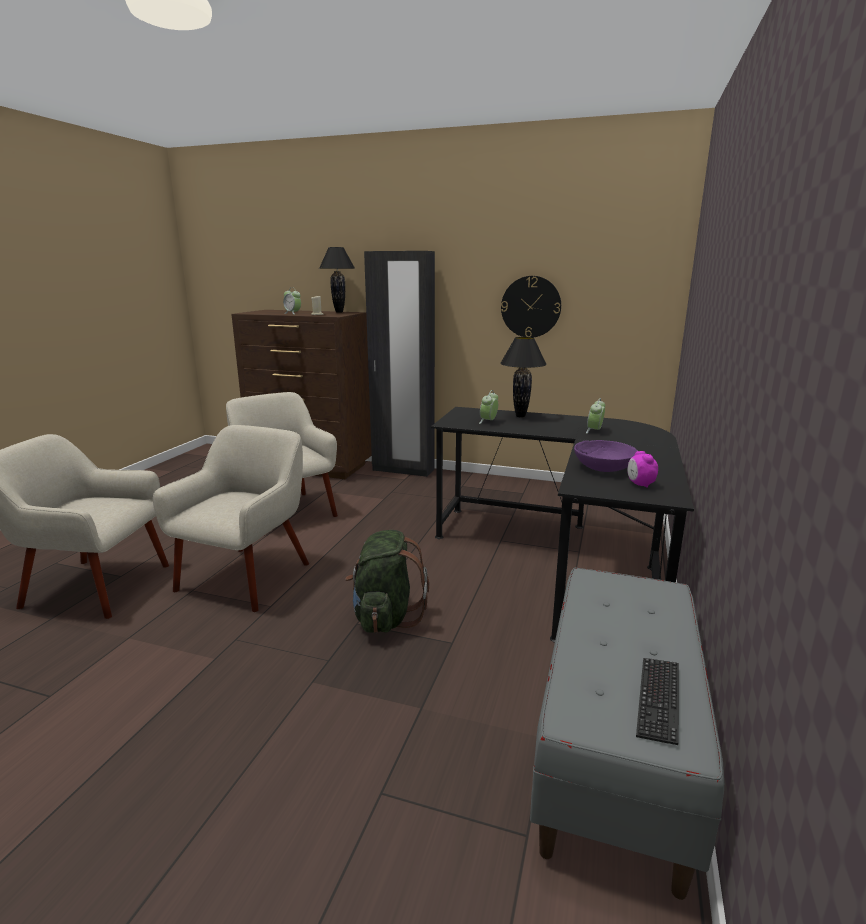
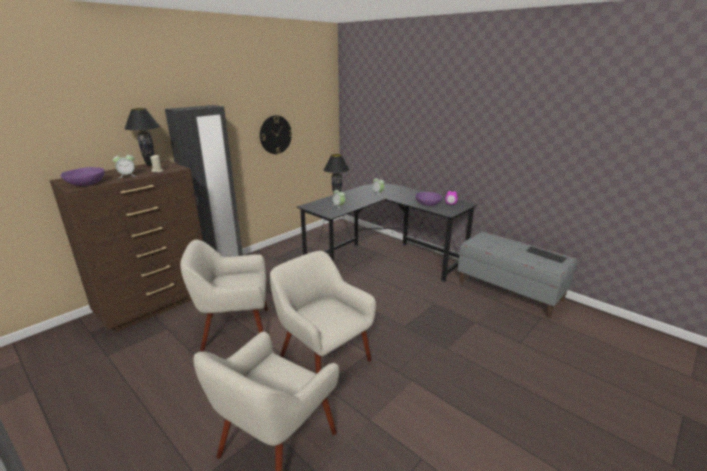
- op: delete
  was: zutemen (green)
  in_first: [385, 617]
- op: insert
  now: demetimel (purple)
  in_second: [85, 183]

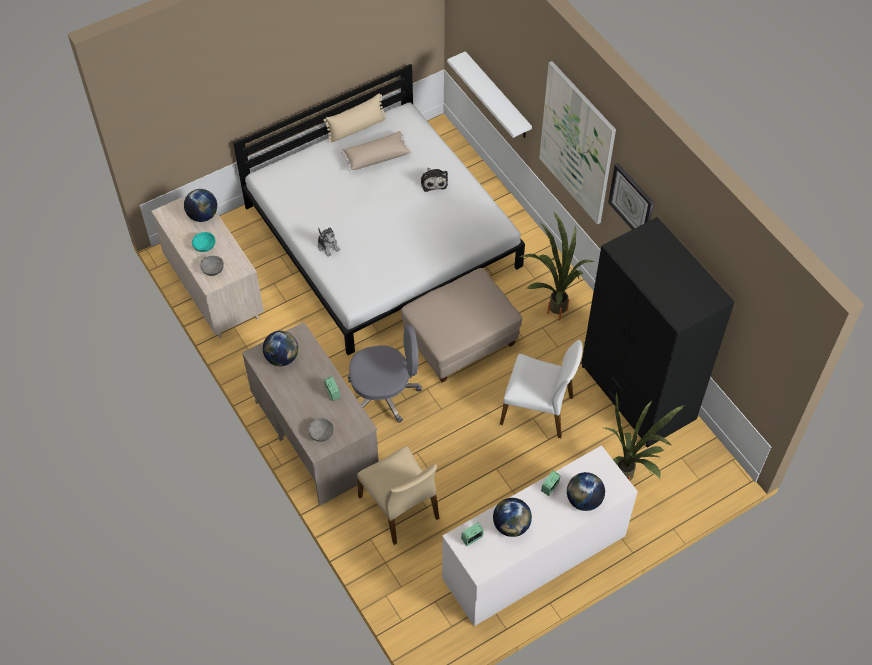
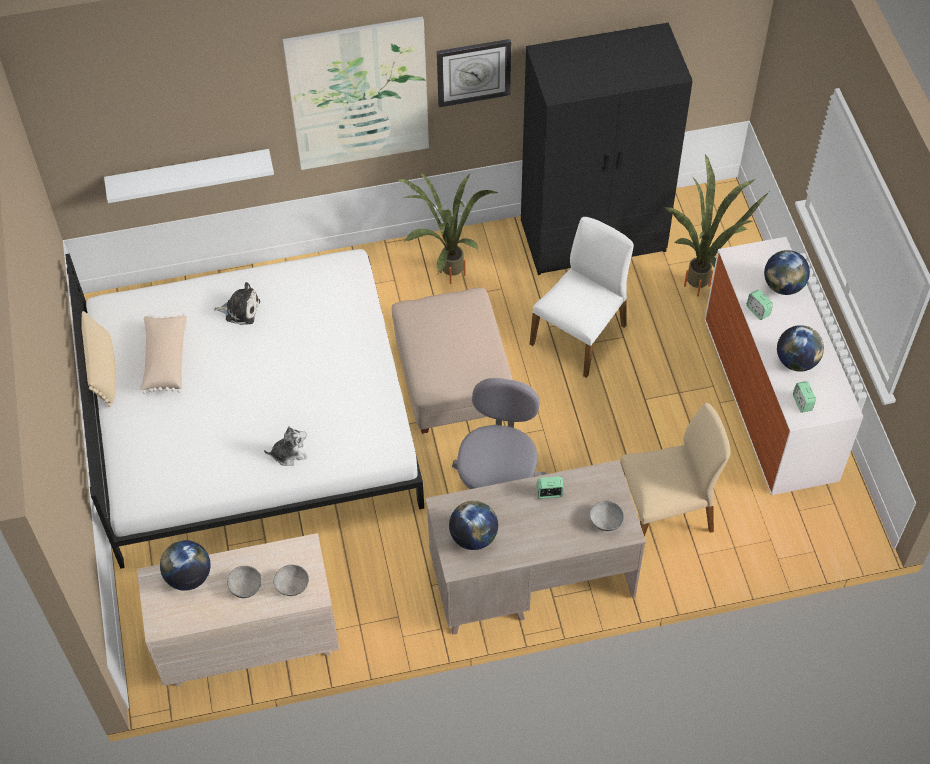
- op: recolor
  was: demetimel (turquoise)
  now: demetimel (grey)
  in_first: [204, 246]
  in_second: [245, 587]

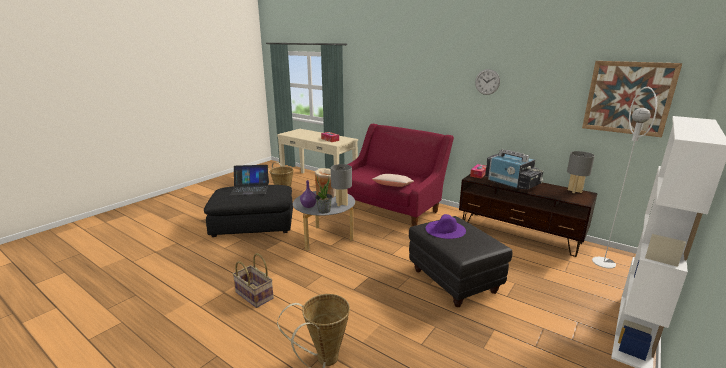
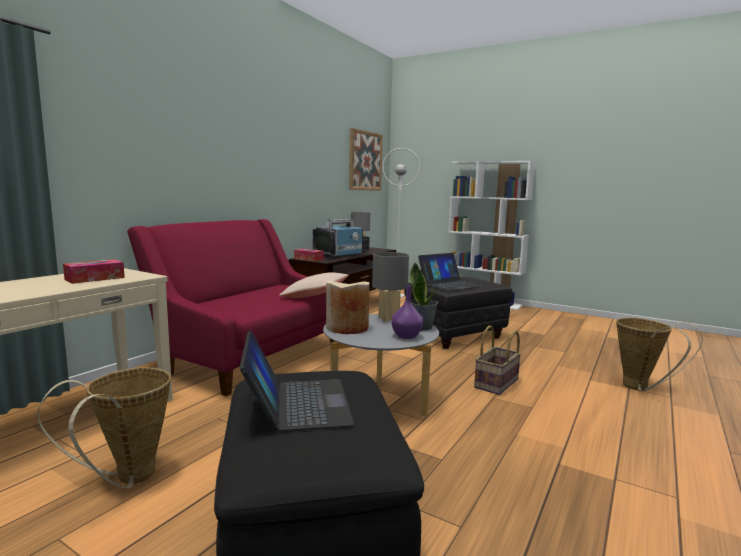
- op: move
  was: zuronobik
  in_first: [253, 295]
  in_second: [497, 384]
- op: replace
  was: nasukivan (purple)
  now: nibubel
  in_first: [445, 229]
  in_second: [449, 284]
- op: delete
  was: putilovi
  in_first: [487, 82]

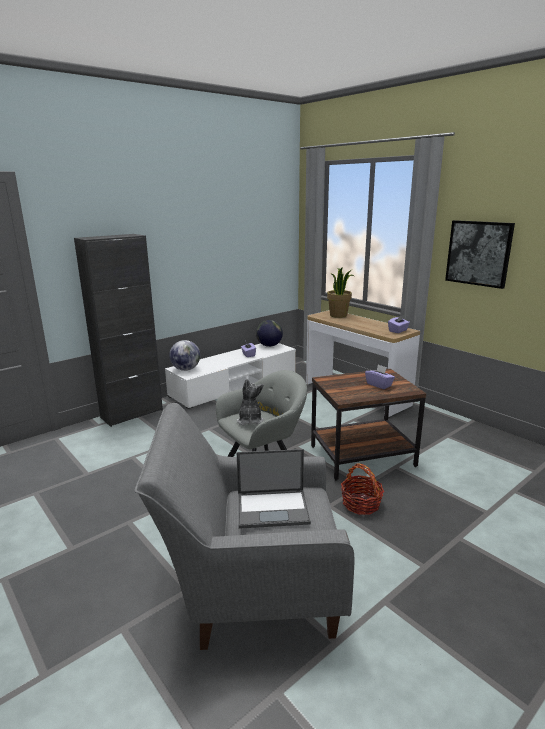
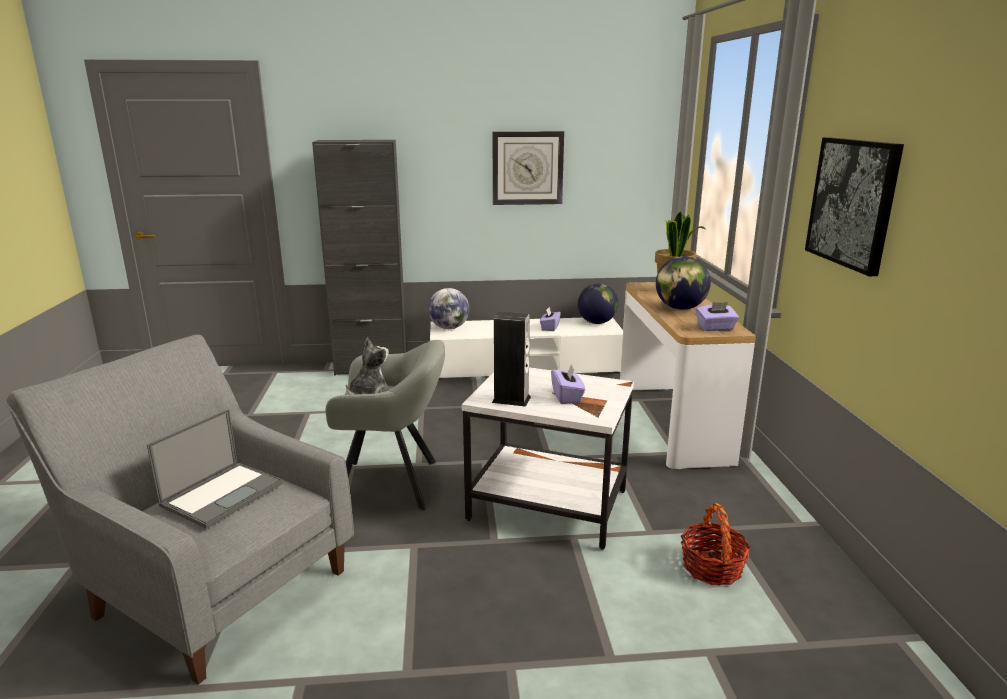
- op: rotate
  was: nibubel
  in_first: [273, 508]
  in_second: [223, 493]
  clockwise: -90
- op: recolor
  was: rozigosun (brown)
  now: rozigosun (white)
  in_first: [362, 457]
  in_second: [547, 506]
- op: move
  was: zuronobik
  in_first: [361, 504]
  in_second: [712, 567]
- op: insert
  now: putilovi
  in_second: [527, 168]
- op: insert
  now: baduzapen
  in_second: [511, 399]
- op: insert
  now: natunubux
  in_second: [680, 308]

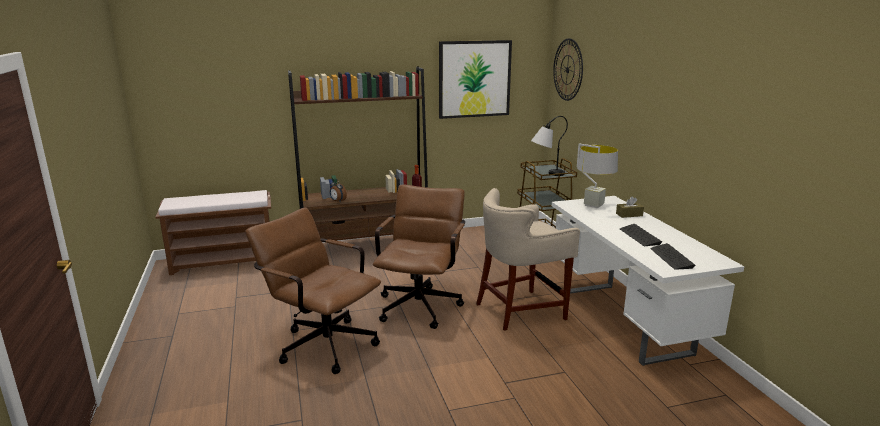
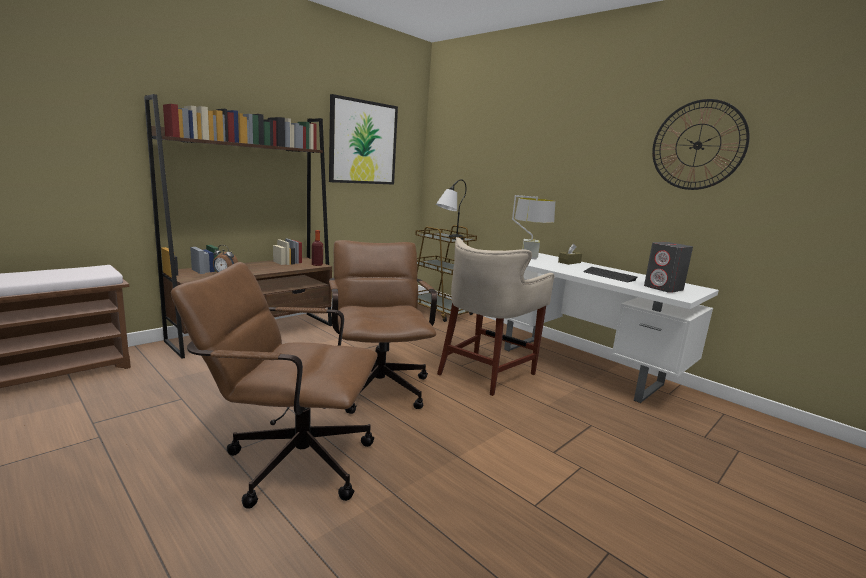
- op: move
  was: putilovi
  in_first: [567, 69]
  in_second: [697, 145]
- op: replace
  was: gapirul
  now: baduzapen (grey)
  in_first: [671, 258]
  in_second: [663, 288]

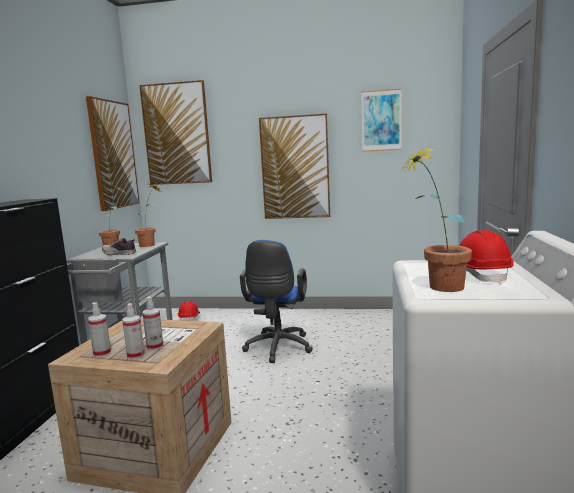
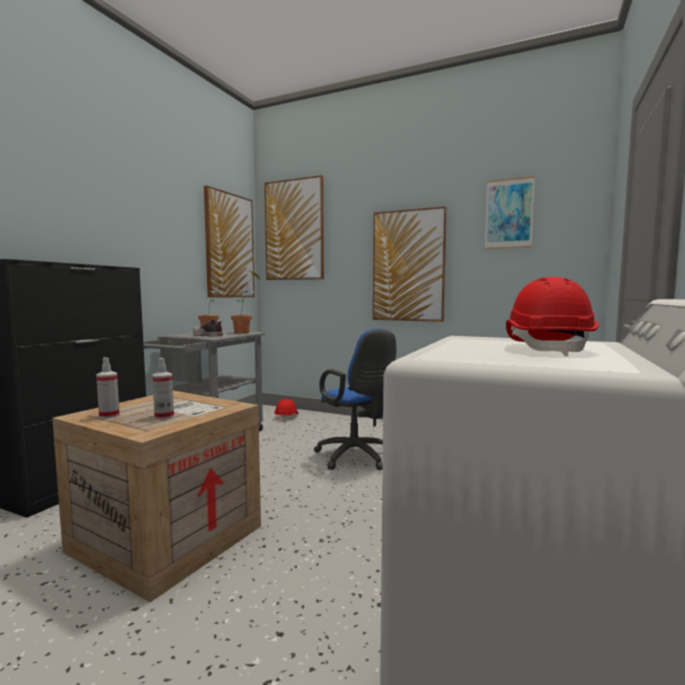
- op: delete
  was: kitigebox
  in_first: [135, 355]
- op: rotate
  was: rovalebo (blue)
  in_first: [277, 349]
  in_second: [357, 458]
  clockwise: -60
- op: delete
  was: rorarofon
  in_first: [437, 288]

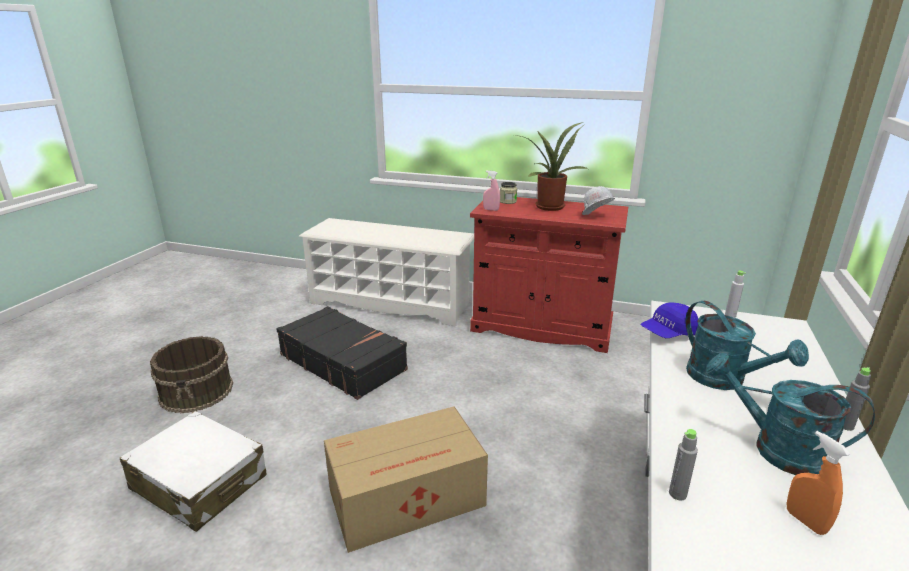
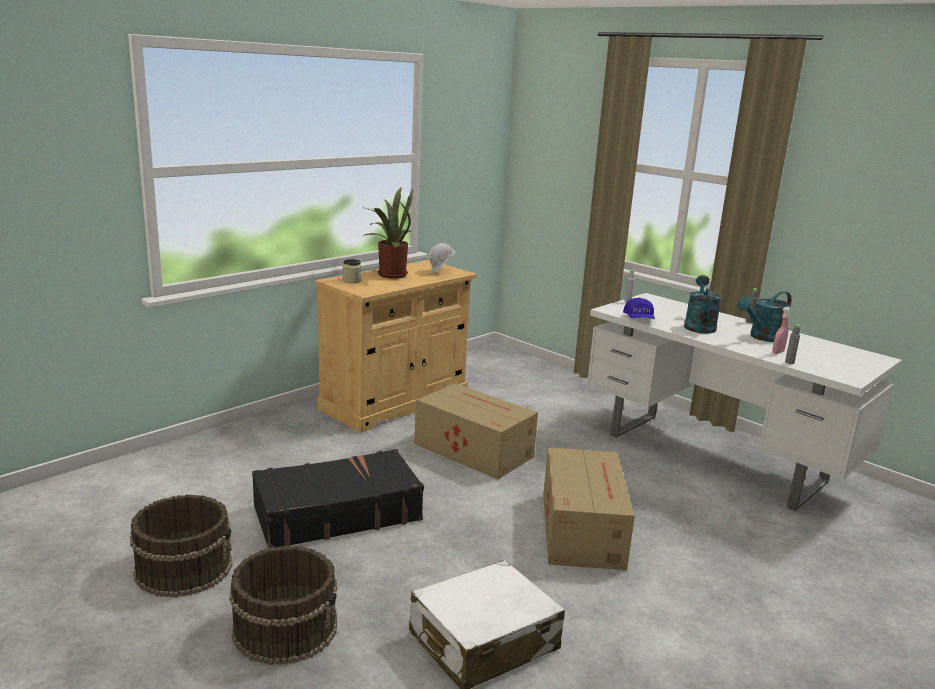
- op: delete
  was: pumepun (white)
  in_first: [391, 303]
- op: recolor
  was: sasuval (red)
  now: sasuval (beige)
  in_first: [542, 327]
  in_second: [395, 401]
- op: move
  was: kitigebox (pink)
  in_first: [491, 209]
  in_second: [778, 352]
- op: rotate
  was: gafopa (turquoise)
  in_first: [725, 380]
  in_second: [699, 326]
  clockwise: -75
- op: delete
  was: kitigebox (orange)
  in_first: [805, 521]
- op: insert
  now: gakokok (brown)
  in_second: [184, 567]
- op: insert
  now: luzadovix
  in_second: [472, 449]

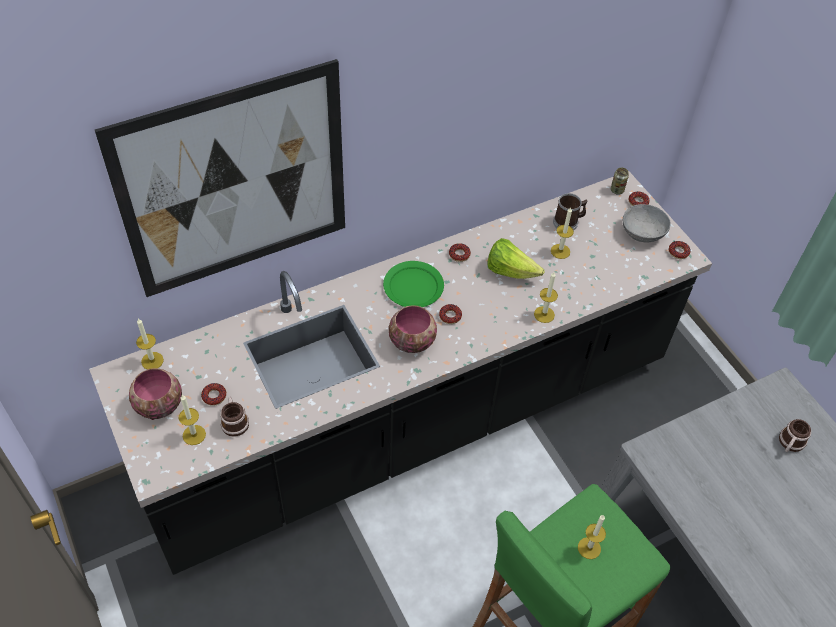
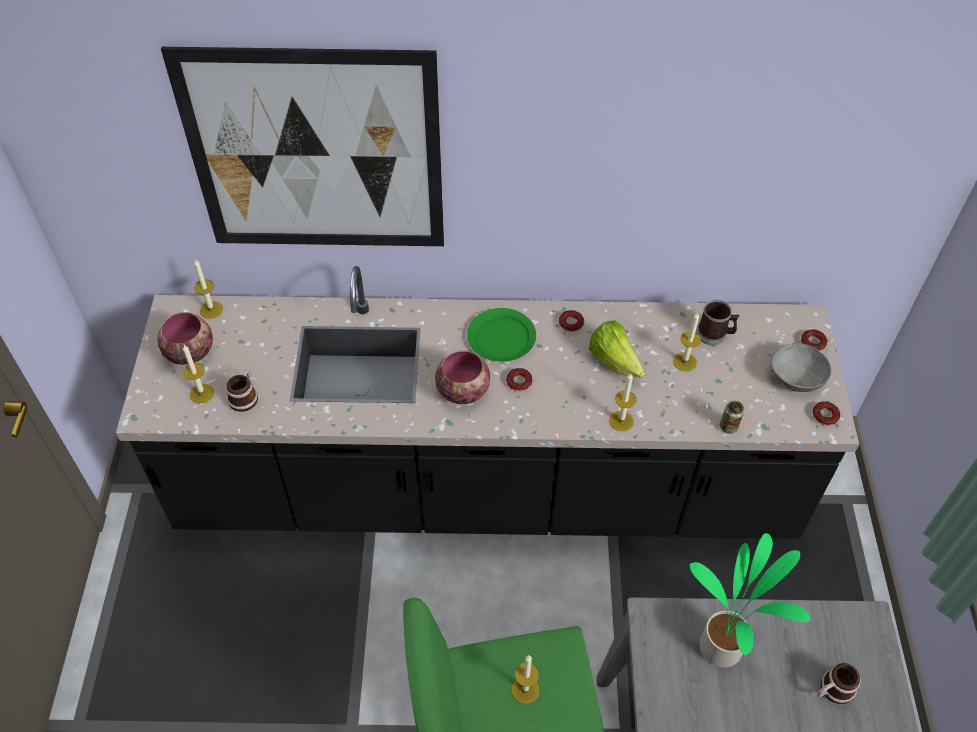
- op: delete
  was: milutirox
  in_first: [214, 396]
- op: move
  was: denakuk
  in_first: [617, 190]
  in_second: [728, 427]
- op: insert
  now: rorarofon
  in_second: [723, 647]

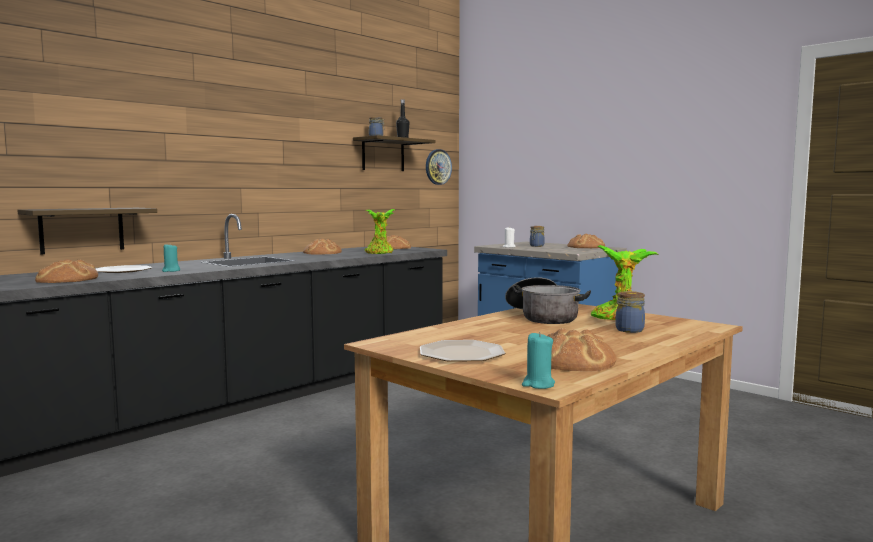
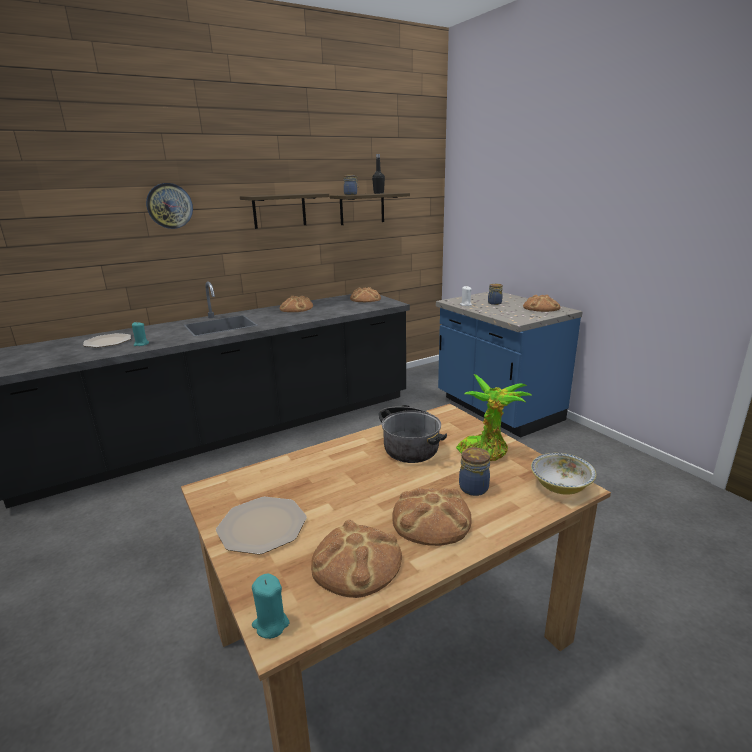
- op: move
  was: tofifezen
  in_first: [82, 230]
  in_second: [279, 210]
- op: move
  was: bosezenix
  in_first: [67, 279]
  in_second: [431, 519]
- op: delete
  was: rorarofon
  in_first: [380, 253]
- op: move
  was: putilovi
  in_first: [438, 167]
  in_second: [169, 206]
- op: insert
  now: demetimel
  in_second: [560, 486]

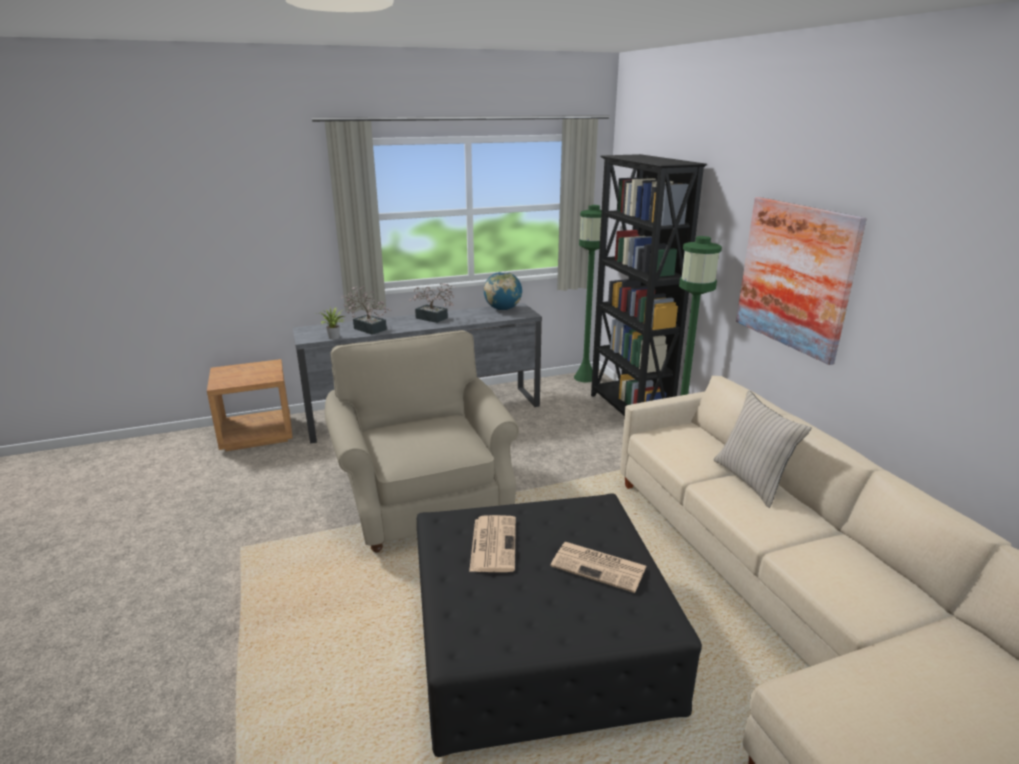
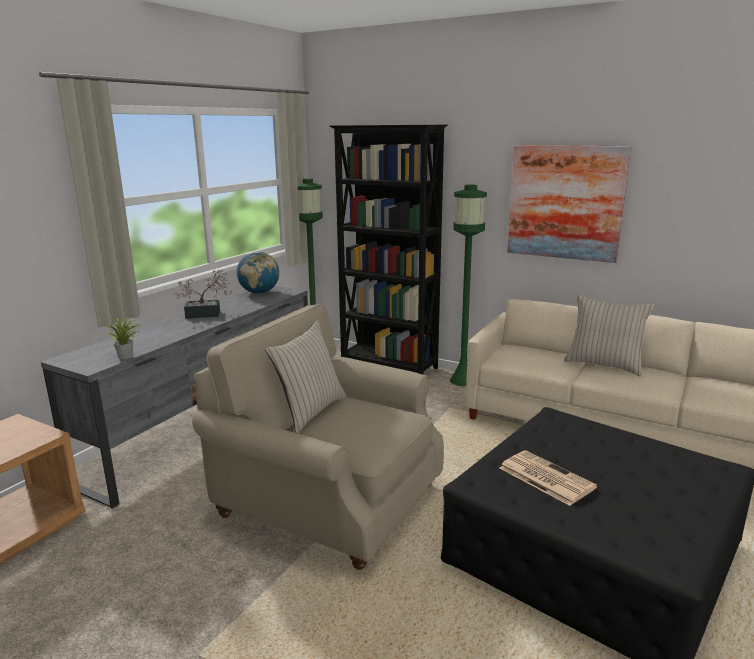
- op: delete
  was: rorarofon
  in_first: [368, 328]
- op: delete
  was: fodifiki
  in_first: [600, 567]
- op: insert
  now: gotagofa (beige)
  in_second: [310, 411]

